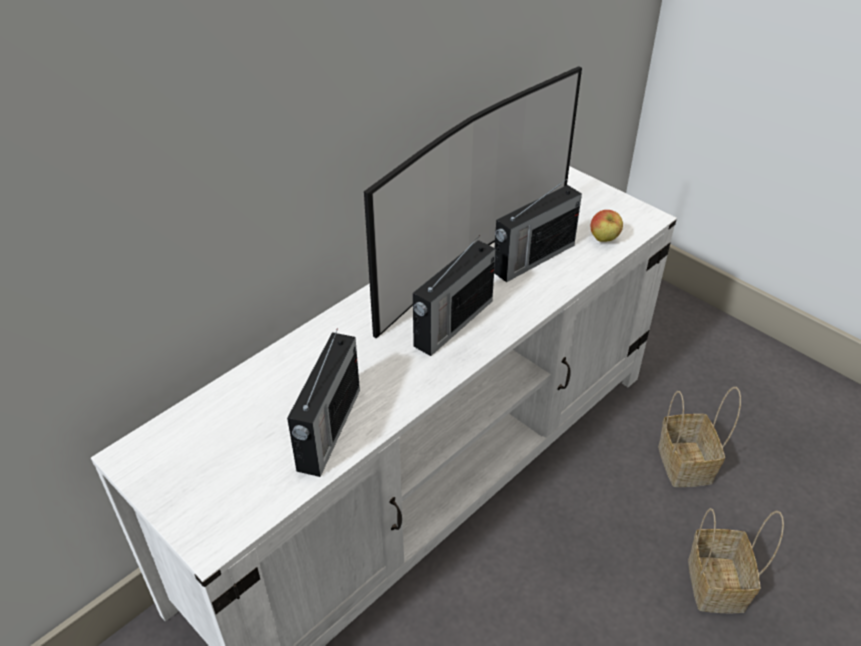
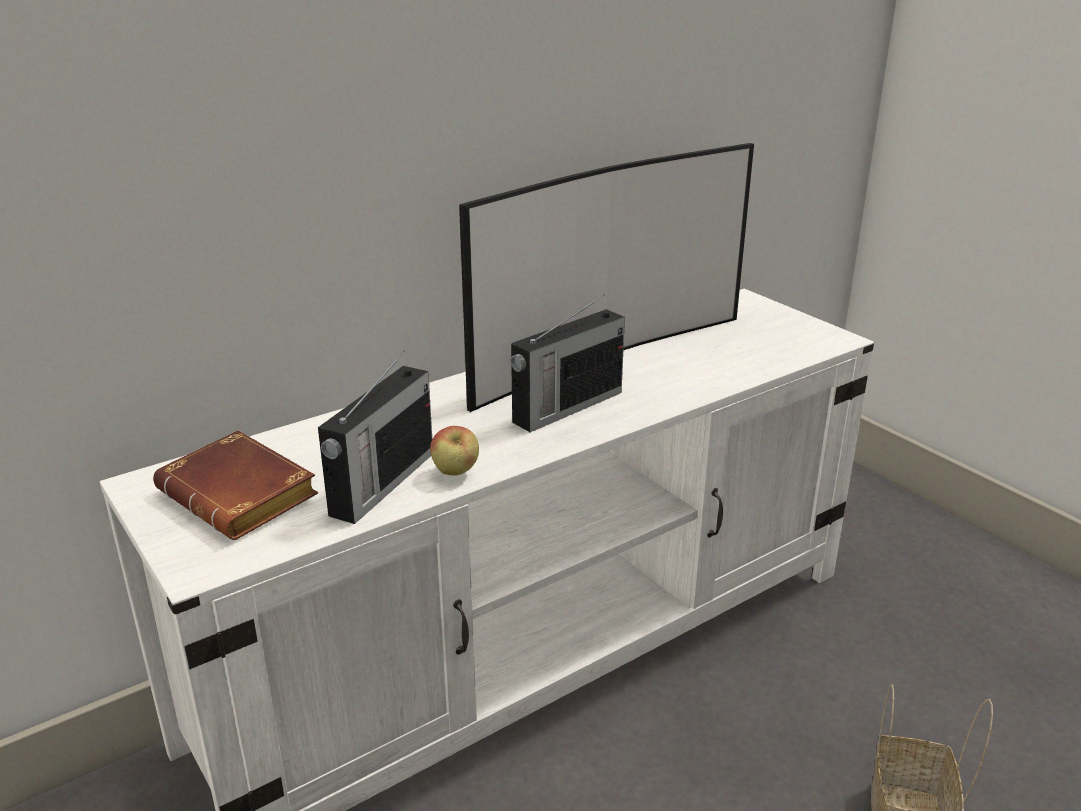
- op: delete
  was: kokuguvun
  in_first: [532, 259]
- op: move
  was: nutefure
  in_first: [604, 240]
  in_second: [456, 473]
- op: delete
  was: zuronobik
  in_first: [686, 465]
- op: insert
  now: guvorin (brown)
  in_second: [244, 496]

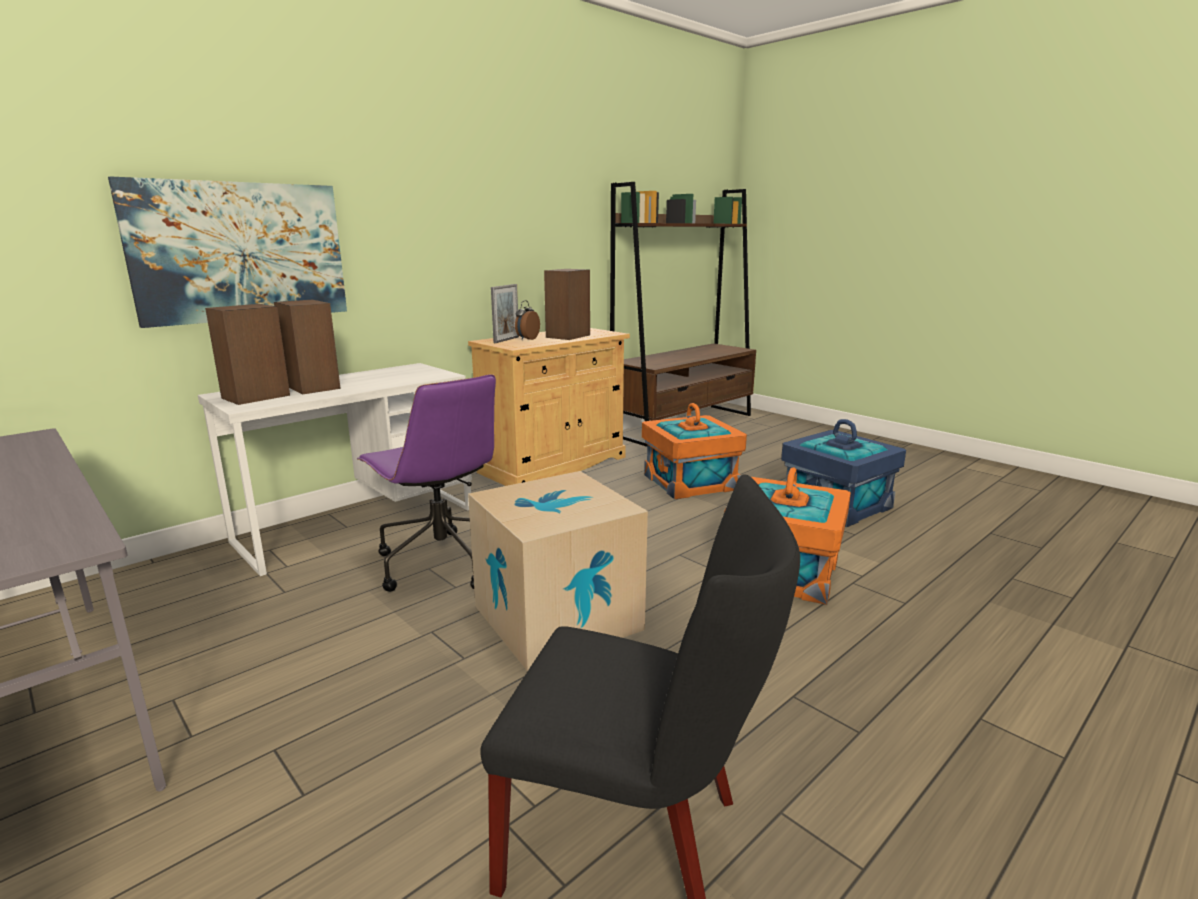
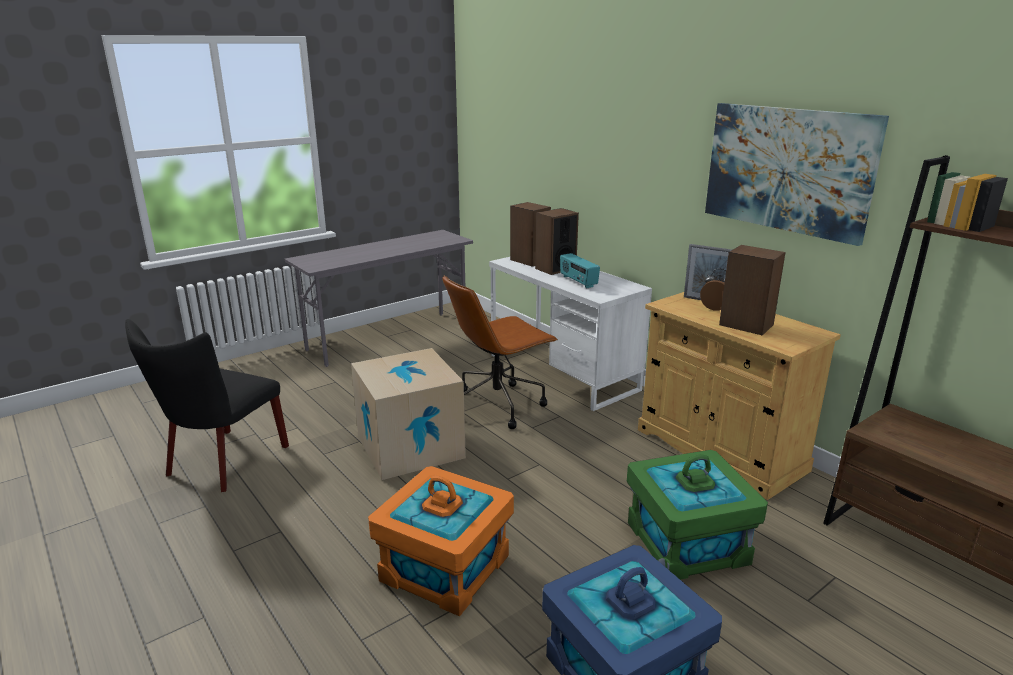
- op: move
  was: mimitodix
  in_first: [240, 252]
  in_second: [787, 169]
- op: recolor
  was: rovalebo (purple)
  now: rovalebo (brown)
  in_first: [441, 562]
  in_second: [498, 404]
- op: recolor
  was: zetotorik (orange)
  now: zetotorik (green)
  in_first: [691, 482]
  in_second: [687, 543]
- op: insert
  now: kokuguvun
  in_second: [578, 282]

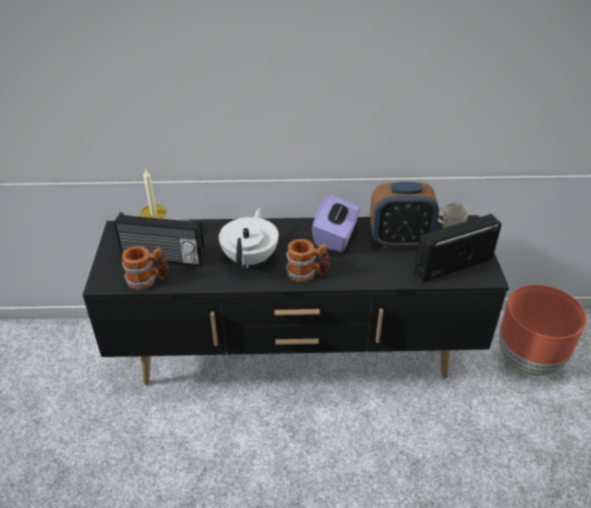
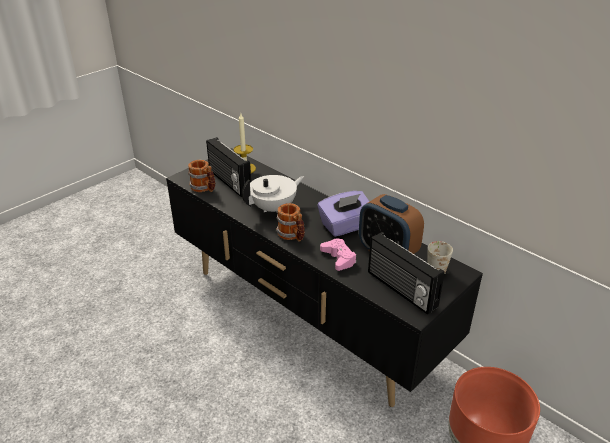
- op: rotate
  was: kokuguvun
  in_first: [452, 264]
  in_second: [400, 290]
  clockwise: -150
- op: insert
  now: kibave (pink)
  in_second: [338, 258]

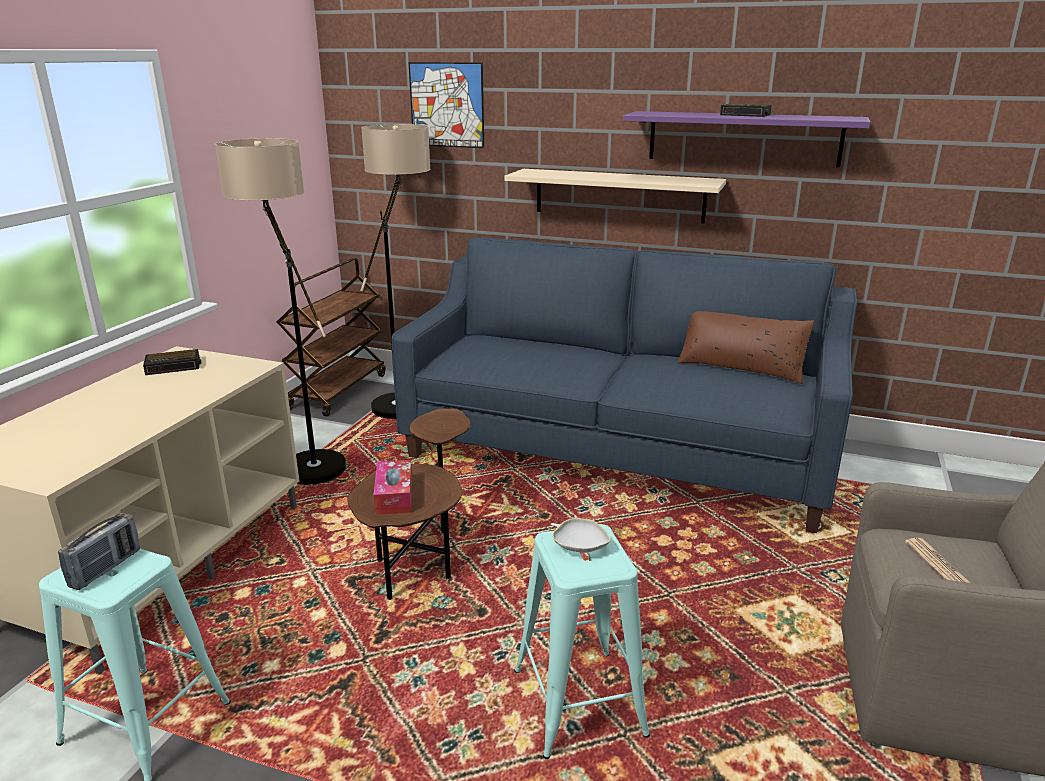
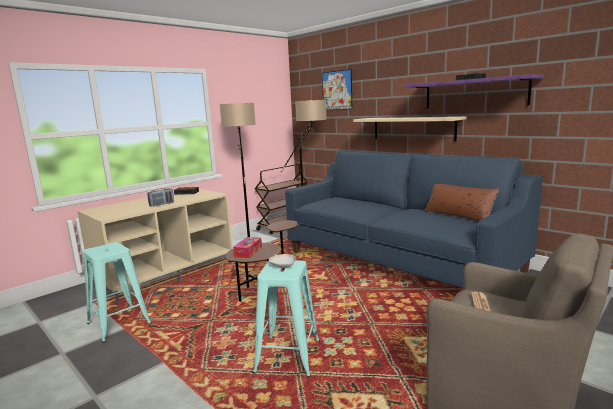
- op: move
  was: kokuguvun
  in_first: [106, 568]
  in_second: [161, 204]

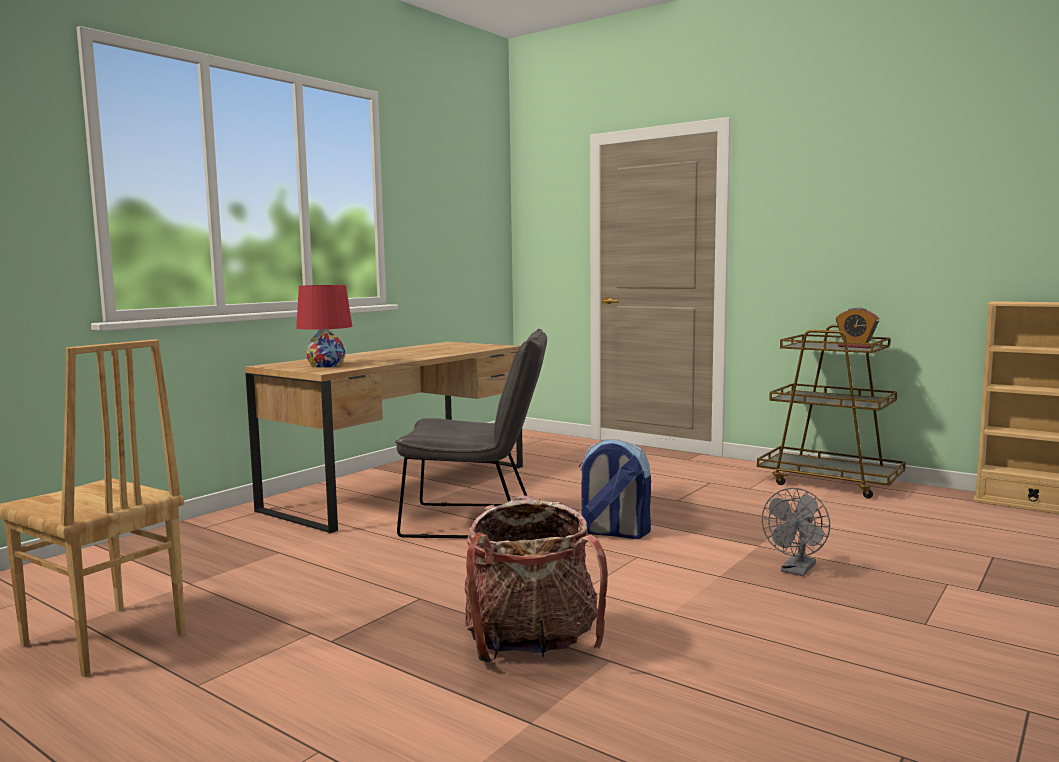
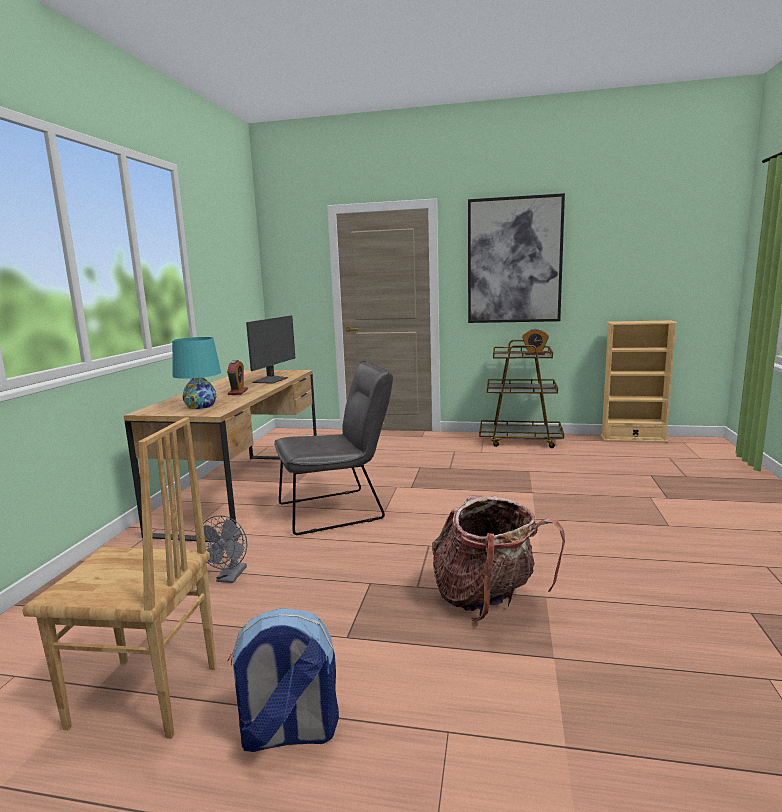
- op: recolor
  was: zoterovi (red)
  now: zoterovi (turquoise)
  in_first: [326, 365]
  in_second: [200, 406]
- op: move
  was: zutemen
  in_first: [613, 533]
  in_second: [288, 734]
- op: move
  was: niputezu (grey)
  in_first: [796, 571]
  in_second: [229, 577]
- op: insert
  now: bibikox
  in_second: [238, 392]
- op: insert
  now: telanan
  in_second: [271, 380]
- op: insert
  now: mimitodix
  in_second: [514, 260]

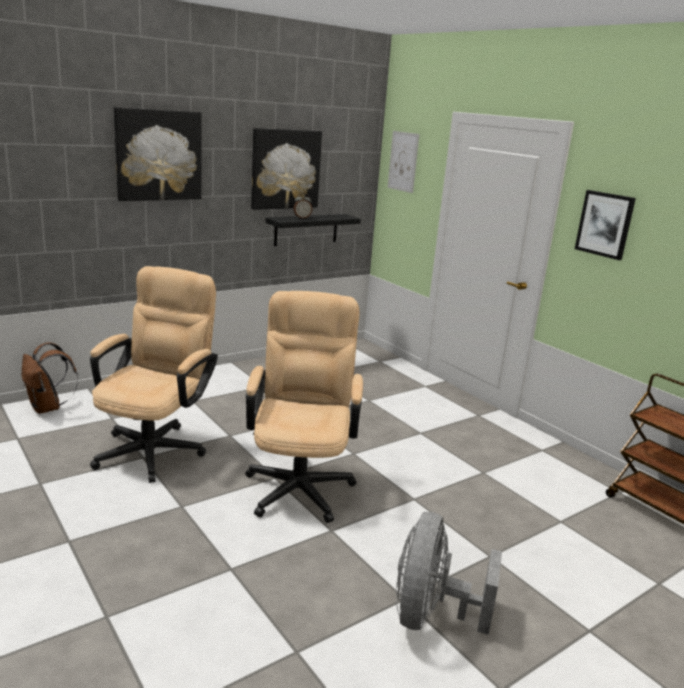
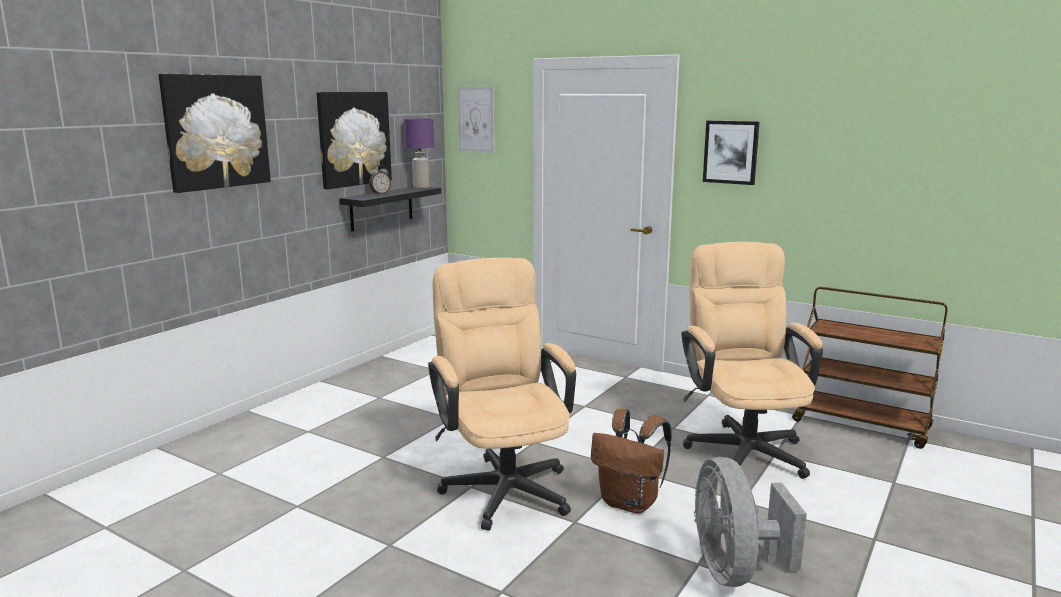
- op: move
  was: zutemen (brown)
  in_first: [48, 408]
  in_second: [631, 503]
- op: move
  was: rovalebo (beige)
  in_first: [156, 447]
  in_second: [742, 447]
- op: insert
  now: zoterovi (purple)
  in_second: [421, 187]

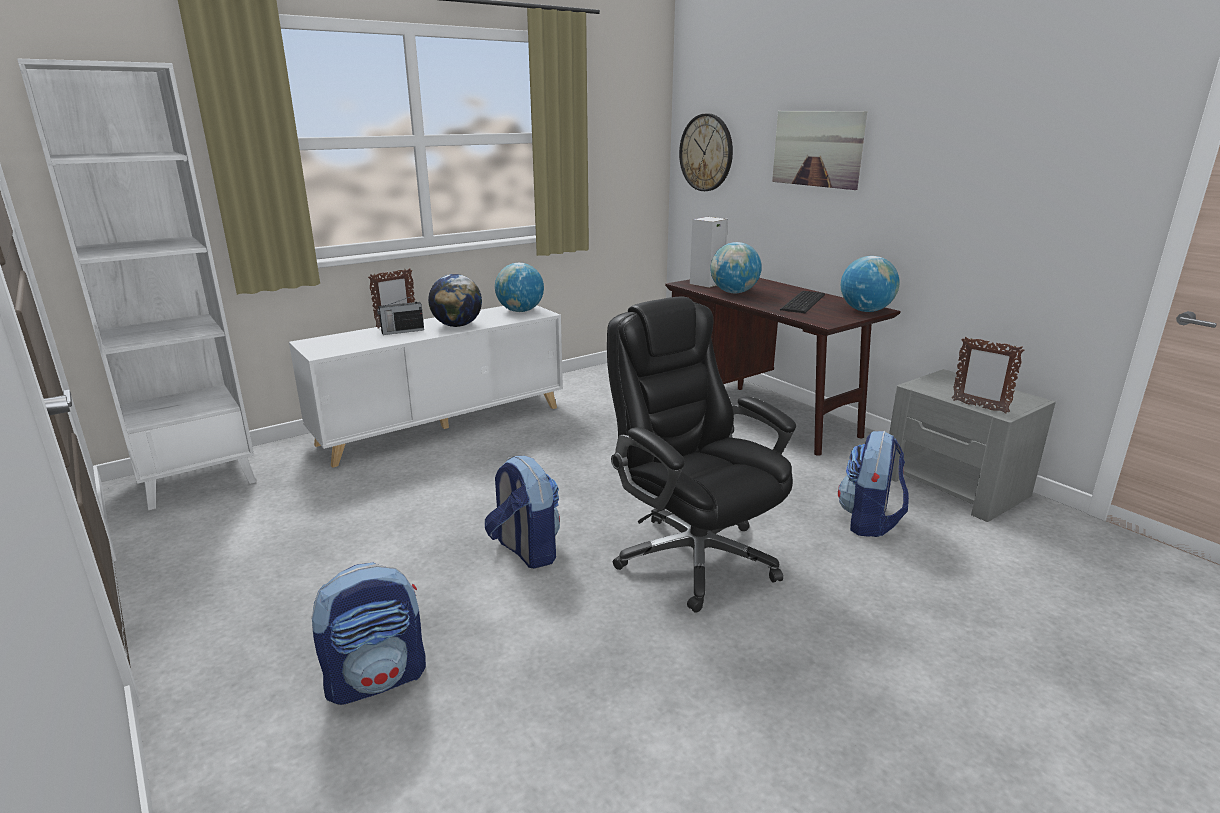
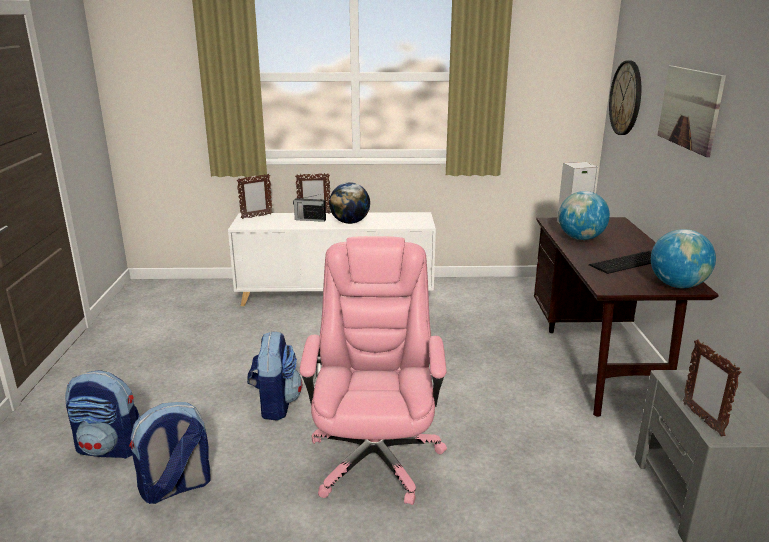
- op: delete
  was: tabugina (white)
  in_first: [198, 479]
- op: delete
  was: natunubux
  in_first: [520, 311]
- op: recolor
  was: rovalebo (black)
  now: rovalebo (pink)
  in_first: [693, 556]
  in_second: [375, 457]
- op: move
  was: zutemen
  in_first: [869, 521]
  in_second: [176, 488]
- op: insert
  now: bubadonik
  in_second: [256, 216]

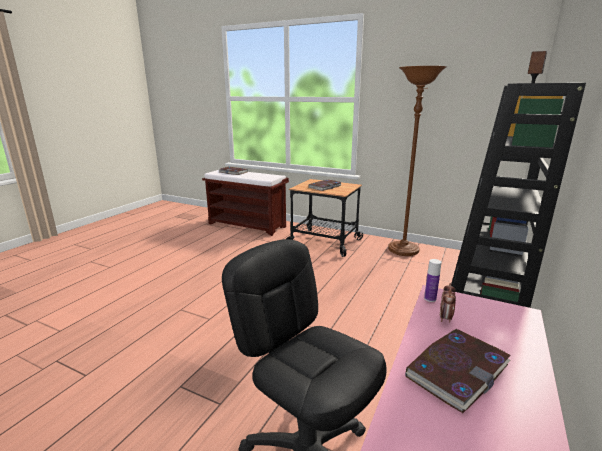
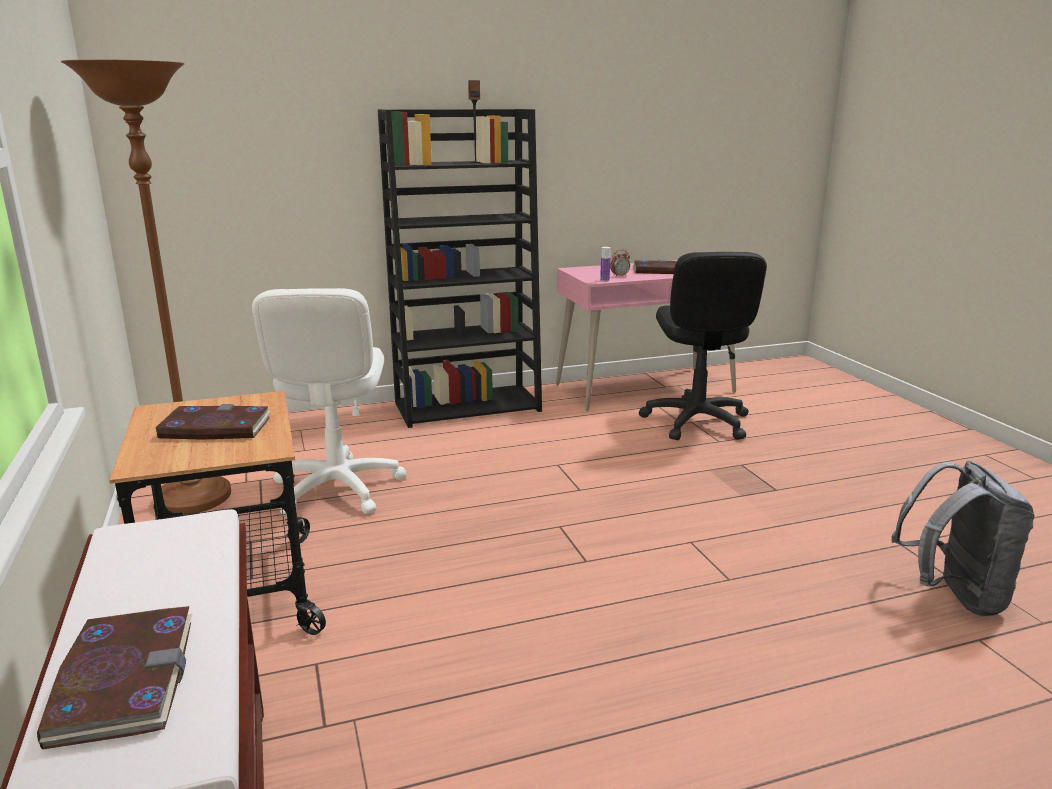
- op: insert
  now: rovalebo (white)
  in_second: [337, 488]
- op: insert
  now: zutemen (grey)
  in_second: [953, 596]

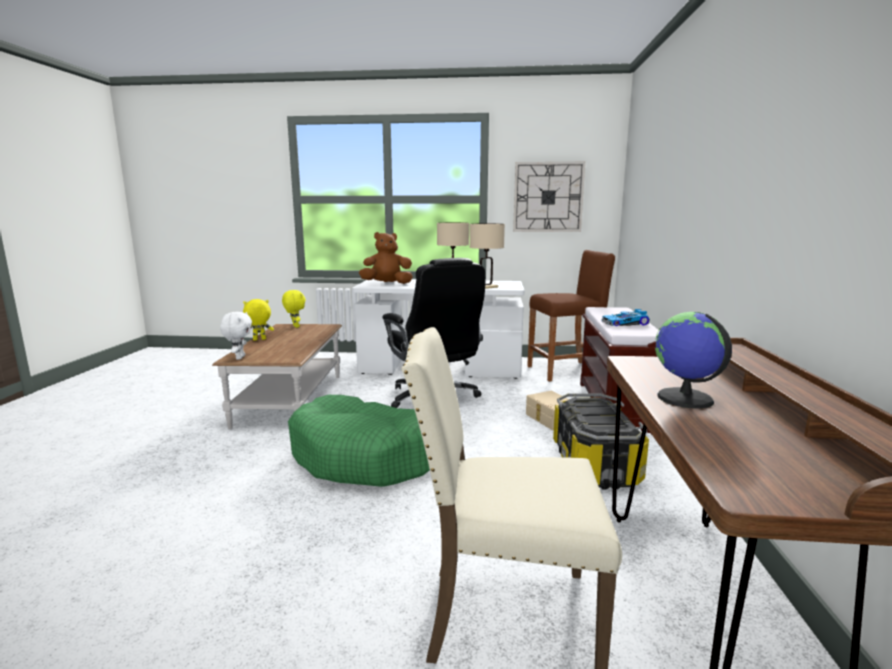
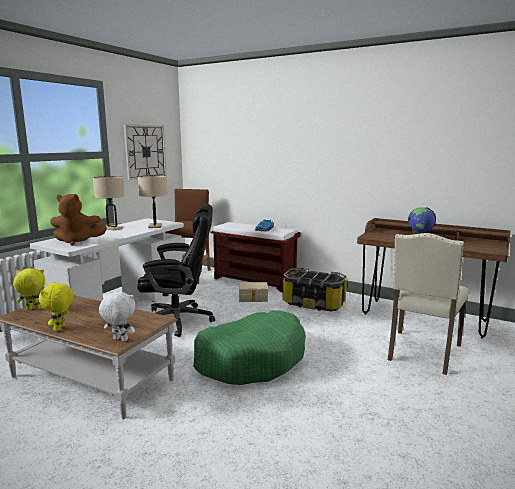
- op: rotate
  was: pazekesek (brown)
  in_first: [387, 284]
  in_second: [77, 242]
  clockwise: -105

